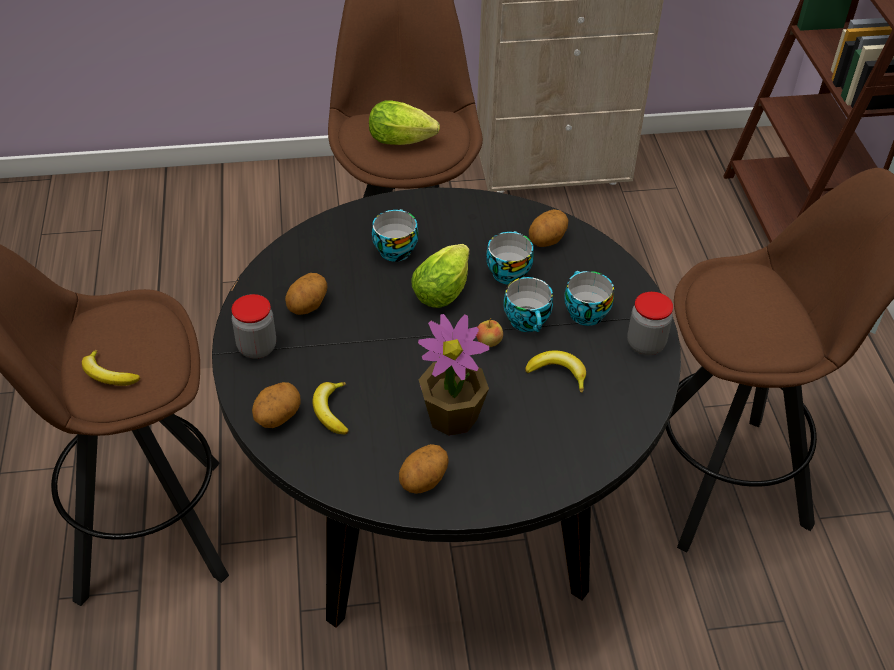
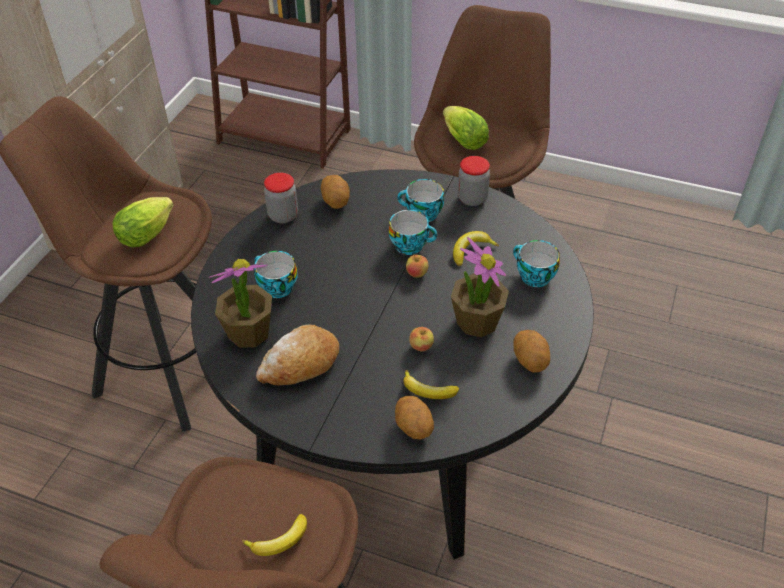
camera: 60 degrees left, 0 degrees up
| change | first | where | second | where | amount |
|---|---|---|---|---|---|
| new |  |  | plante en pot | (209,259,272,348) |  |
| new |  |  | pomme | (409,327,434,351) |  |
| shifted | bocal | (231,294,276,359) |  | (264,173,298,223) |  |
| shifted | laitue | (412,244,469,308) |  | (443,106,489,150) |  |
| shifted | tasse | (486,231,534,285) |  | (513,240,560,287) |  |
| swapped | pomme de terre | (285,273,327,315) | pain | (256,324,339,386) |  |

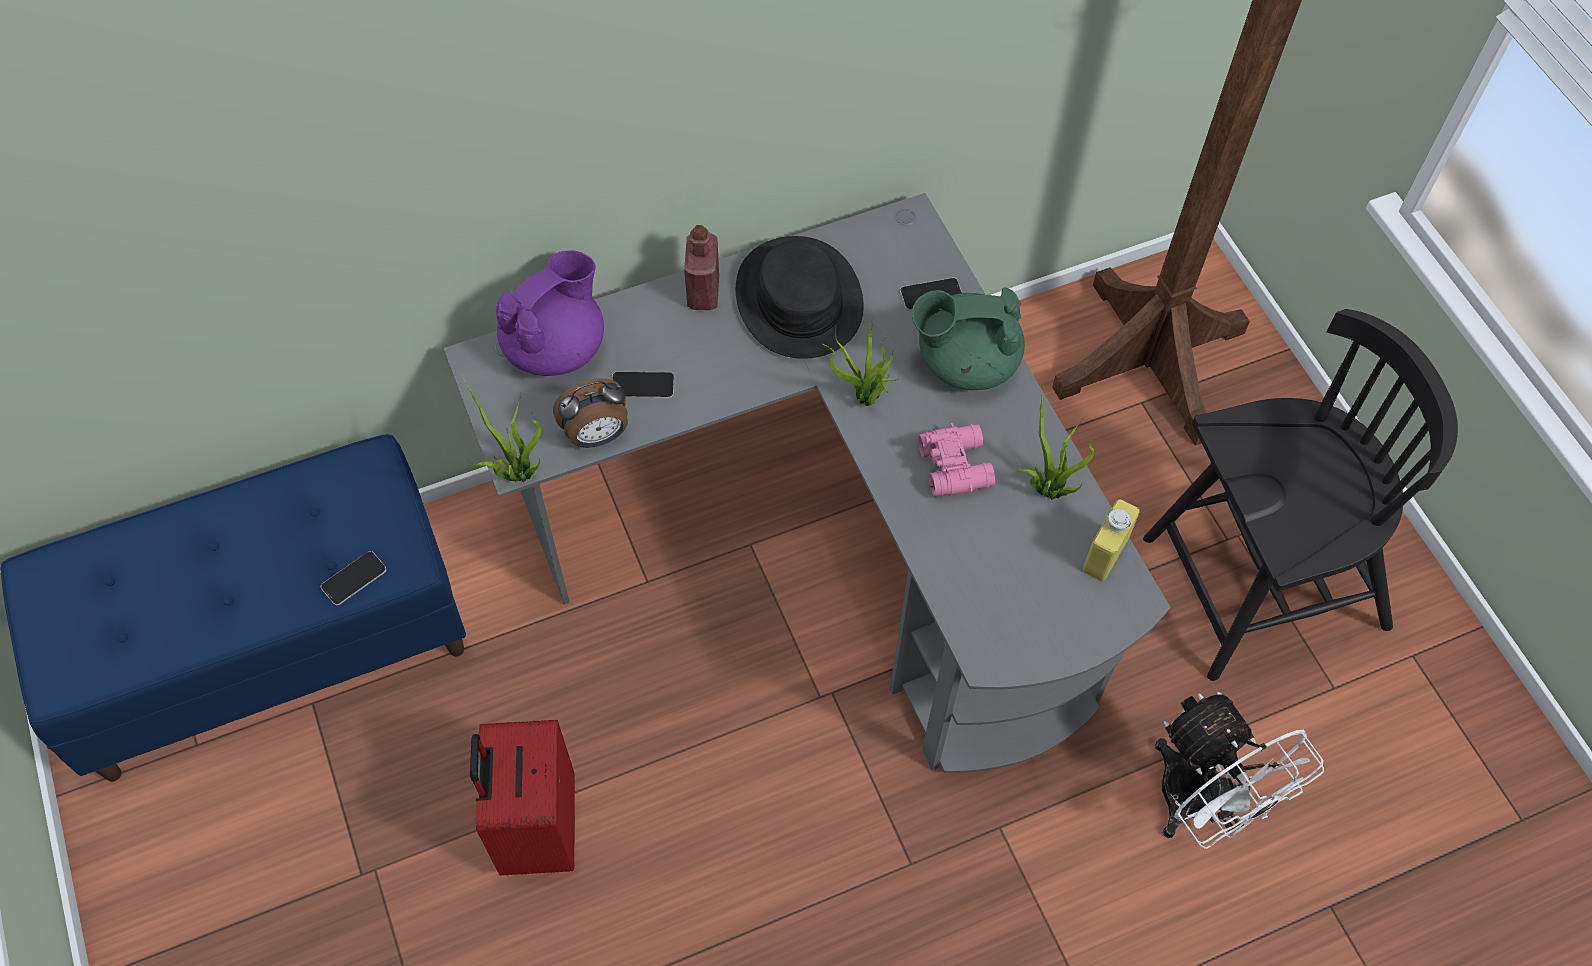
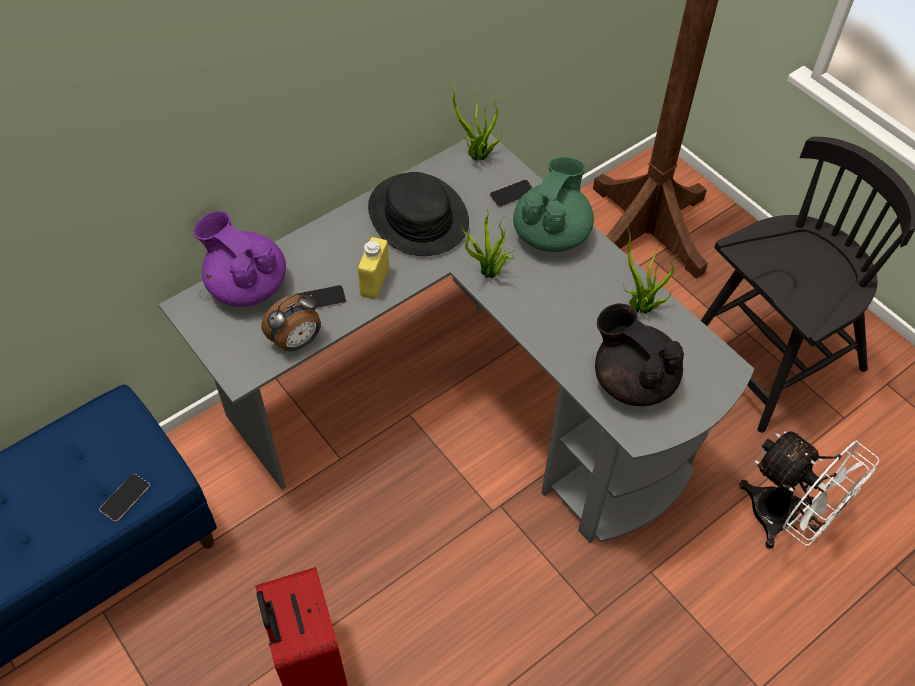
camera: 15 degrees left, 5 degrees down
| change | first | where | second | where | amount |
|---|---|---|---|---|---|
| gone | bouteille (rouge) | (684,225,719,310) |  |  |  |
| gone | jumelles (rose) | (918,423,995,497) |  |  |  |
| new |  |  | théière (noir) | (595,303,684,406) |  |
| shifted | plante en pot | (461,374,542,482) |  | (448,81,502,161) |  |
| shifted | bouteille (jaune) | (1083,499,1139,581) |  | (358,237,389,299) |  |
| rotated | théière (violet) | (495,250,604,376) |  | (193,211,286,307) | 75 degrees counterclockwise |
| rotated | théière (vert) | (912,287,1025,390) |  | (513,157,594,252) | 135 degrees clockwise |

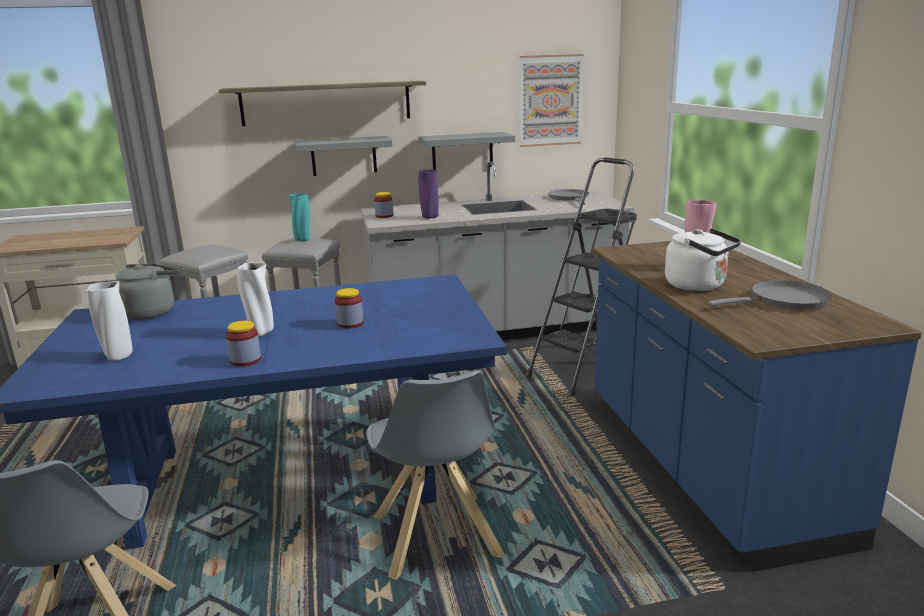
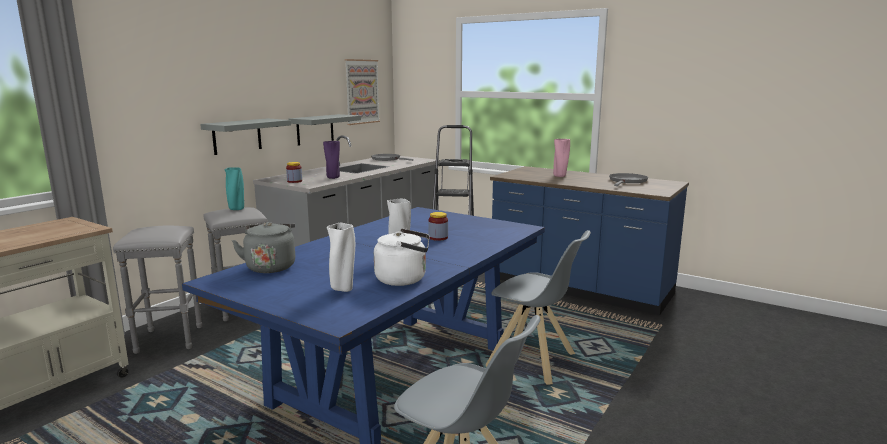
camera: 45 degrees left, 5 degrees down
| change | first | where | second | where | amount |
|---|---|---|---|---|---|
| gone | étagère | (219,81,426,126) |  |  |  |
| gone | bocal | (226,321,261,367) |  |  |  |
| shifted | bouilloire (blanc) | (665,228,741,291) |  | (374,229,430,286) |  |

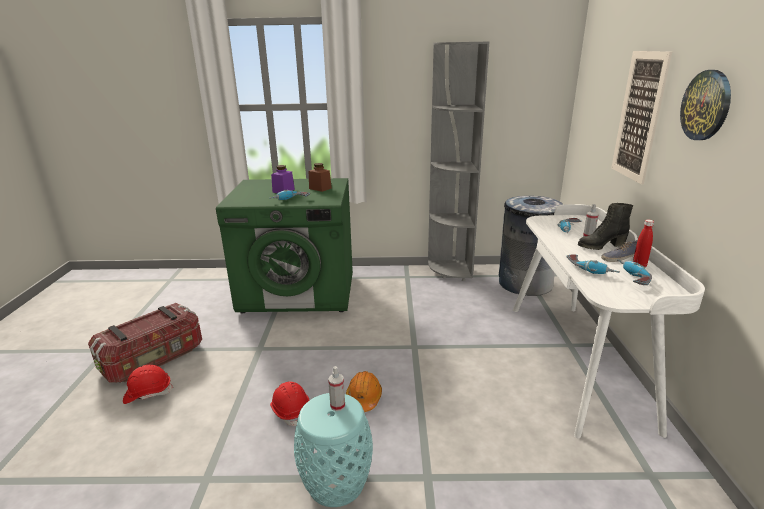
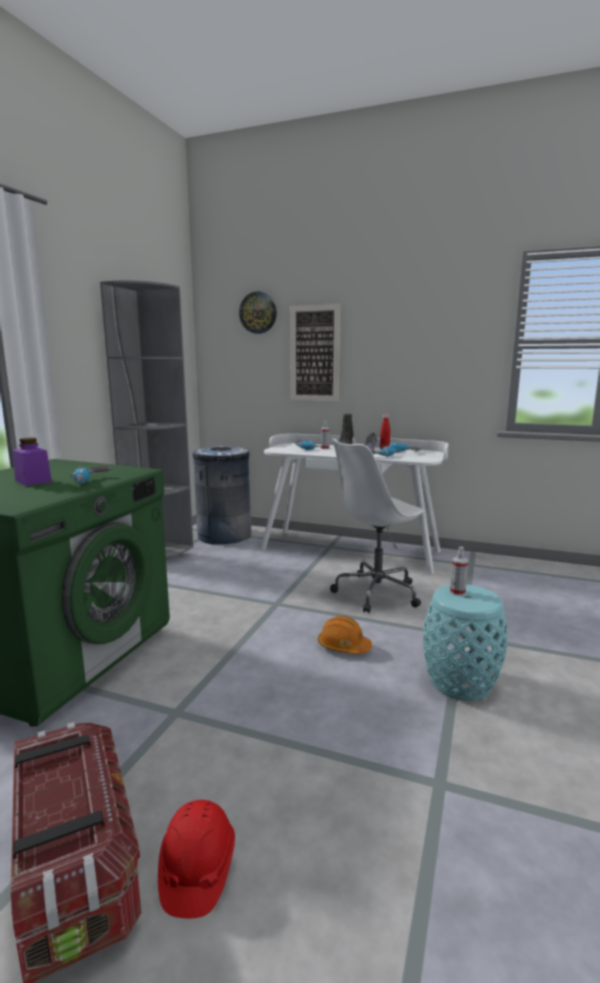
camera: 70 degrees left, 10 degrees down
| change | first | where | second | where | amount |
|---|---|---|---|---|---|
| gone | casque de chantier (rouge) | (270,381,309,426) |  |  |  |
| gone | bocal (marron) | (309,163,332,192) |  |  |  |
| new |  |  | chaise de bureau (blanc) | (330,438,426,613) |  |
| shifted | horloge murale | (680,70,731,140) |  | (239,291,277,334) |  |

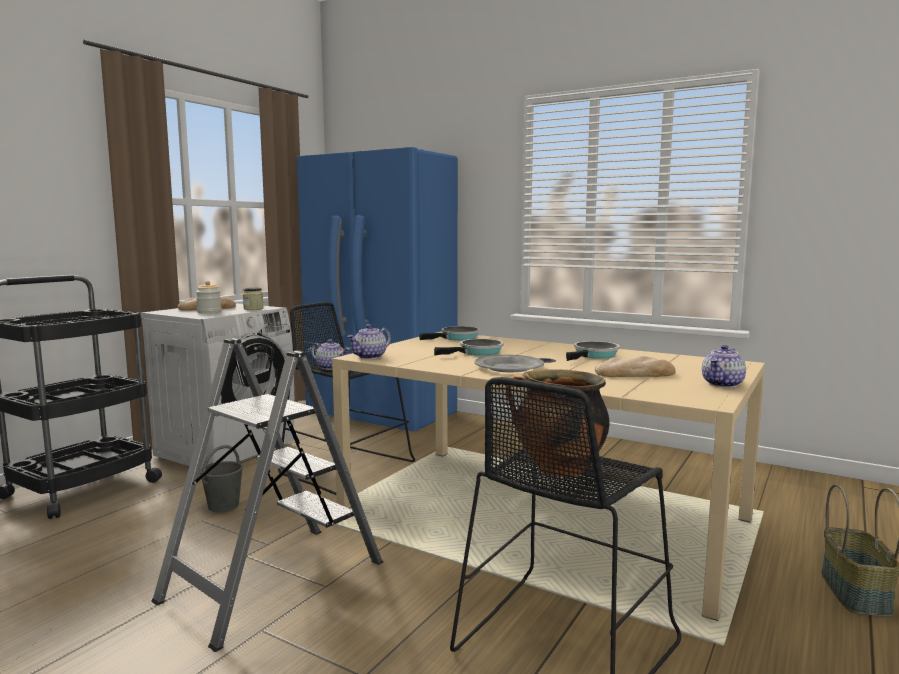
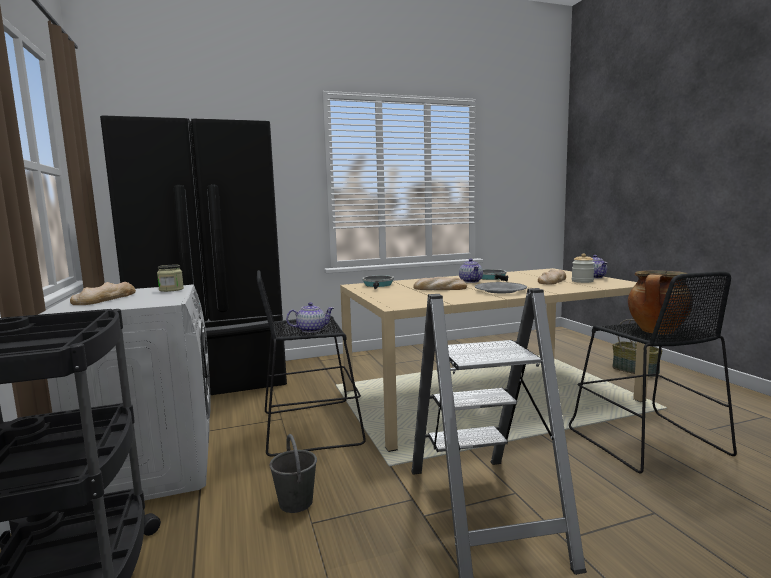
camera: 50 degrees left, 0 degrees up
| change | first | where | second | where | amount |
|---|---|---|---|---|---|
| shifted | bocal | (196,281,222,314) |  | (572,253,595,283) |  |
| shifted | théière | (347,324,391,359) |  | (459,259,483,283) |  |
| swapped | poêle | (434,339,503,356) | pain | (413,277,467,290) |  |
| repainted | réfrigérateur (bleu) | (297,147,458,432) | réfrigérateur (noir) | (100,116,287,395) |  |

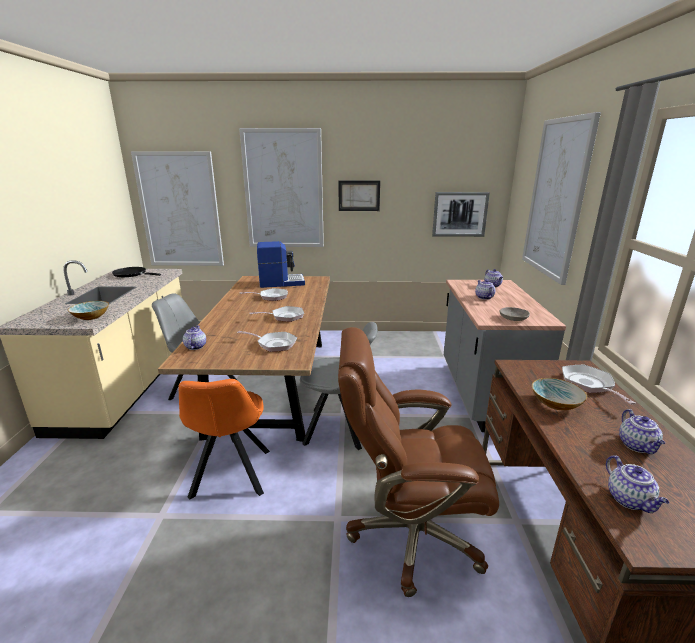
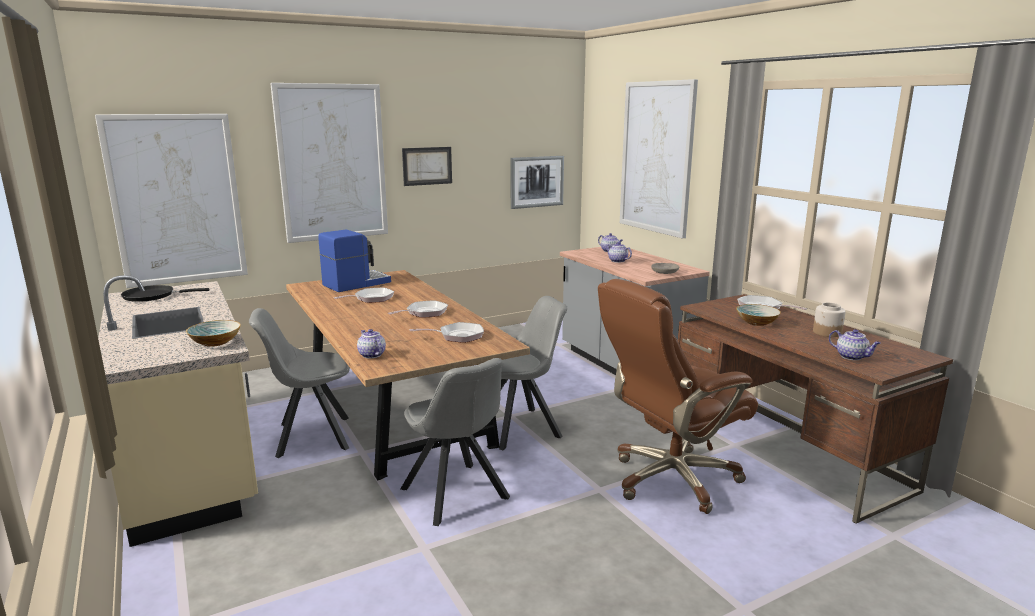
camera: 30 degrees left, 5 degrees down
| change | first | where | second | where | amount |
|---|---|---|---|---|---|
| swapped | théière | (619,409,665,454) | bocal | (813,303,846,337) |  |
| repainted | chaise (orange) | (178,379,270,500) | chaise (gris) | (400,358,510,526) |  |

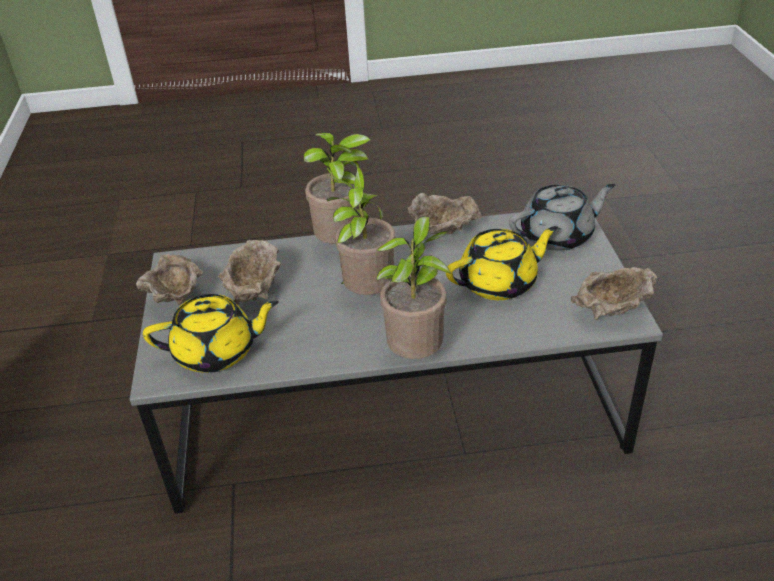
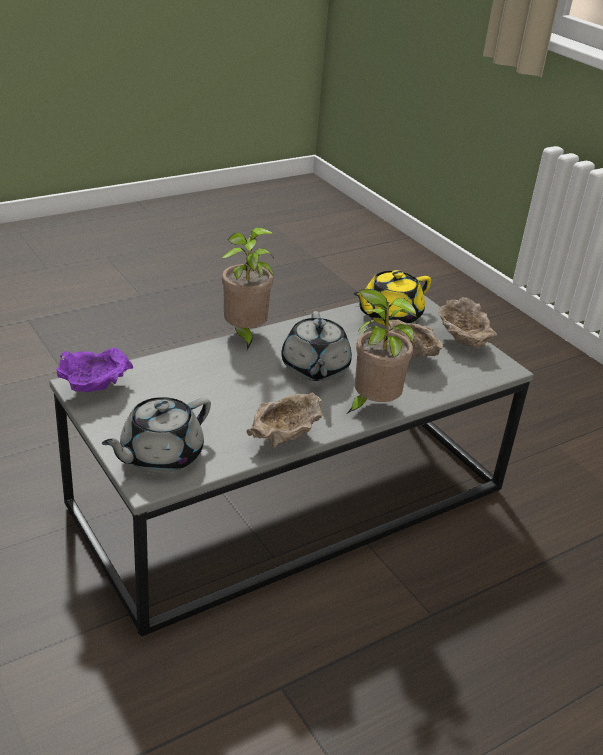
camera: 150 degrees right, 5 degrees down
| change | first | where | second | where | amount |
|---|---|---|---|---|---|
| gone | théière (jaune) | (446,226,558,300) |  |  |  |
| swapped | plante en pot | (326,166,395,295) | théière (gris) | (281,311,352,381) |  |
| repainted | bol (beige) | (571,267,657,320) | bol (violet) | (56,348,133,392) |  |

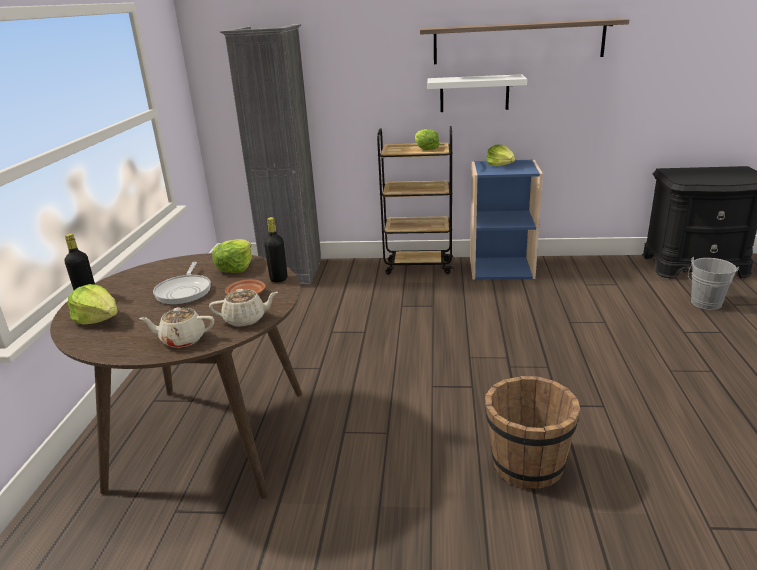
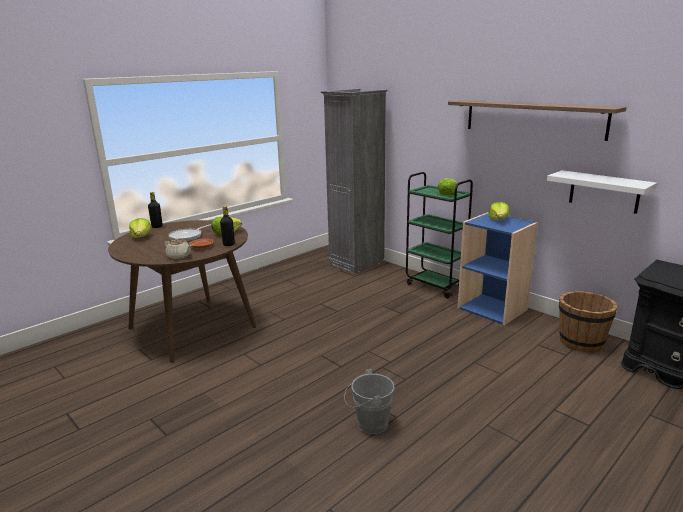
camera: 40 degrees right, 5 degrees down
| change | first | where | second | where | amount |
|---|---|---|---|---|---|
| gone | théière (beige) | (139,307,214,348) |  |  |  |
| shifted | étagère (blanc) | (427,74,527,112) |  | (547,170,657,214) |  |
| shifted | seau (marron) | (485,376,581,489) |  | (559,291,617,352) |  |
| shifted | seau (gris) | (688,257,739,310) |  | (344,369,394,434) |  |
| repainted | chariot (marron) | (377,126,454,275) | chariot (vert) | (406,172,473,299) |  |

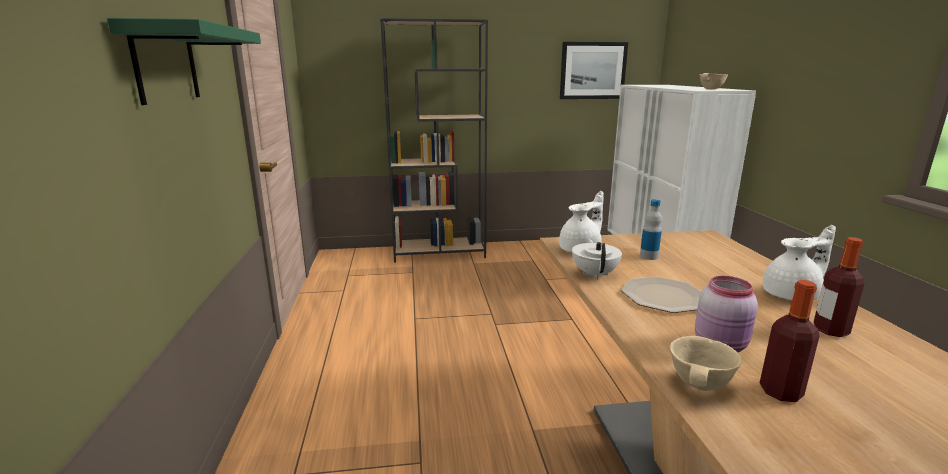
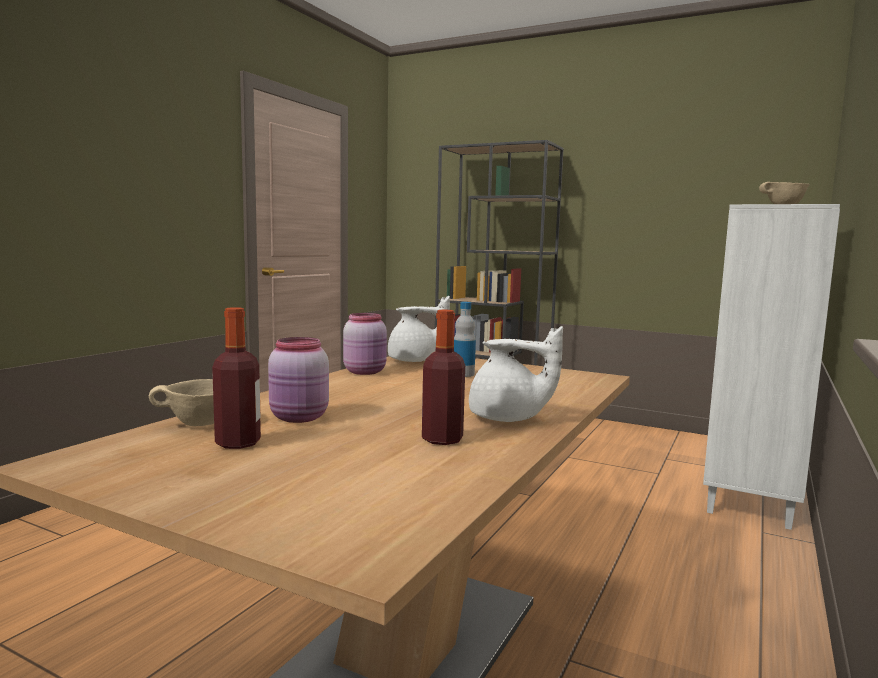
camera: 35 degrees right, 10 degrees down
| change | first | where | second | where | amount |
|---|---|---|---|---|---|
| gone | étagère (vert) | (107,18,261,105) |  |  |  |
| gone | tableau | (560,42,628,99) |  |  |  |
| gone | assiette | (621,276,701,313) |  |  |  |
| swapped | théière (blanc) | (572,239,622,279) | bocal (rose) | (343,313,387,375) |  |

